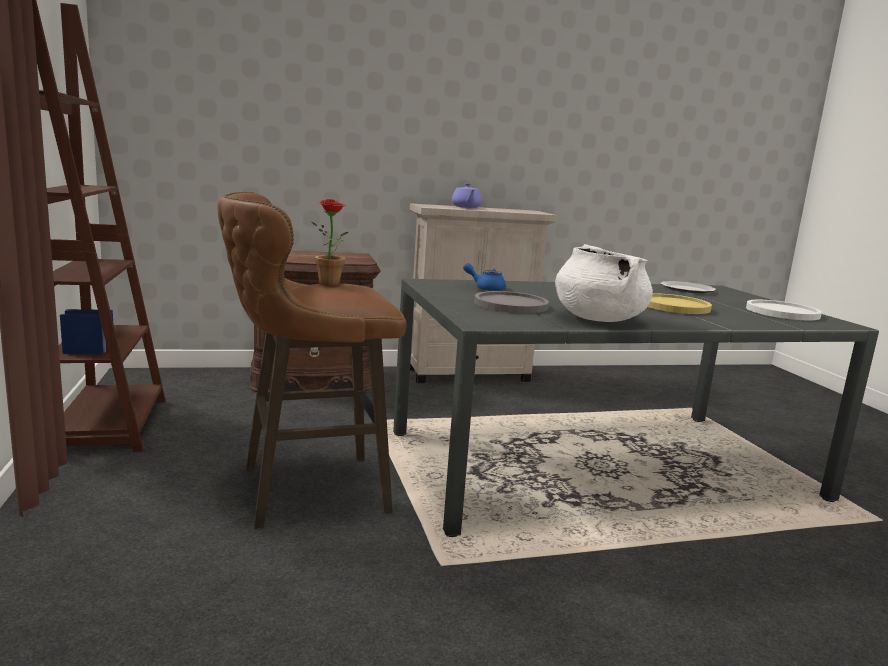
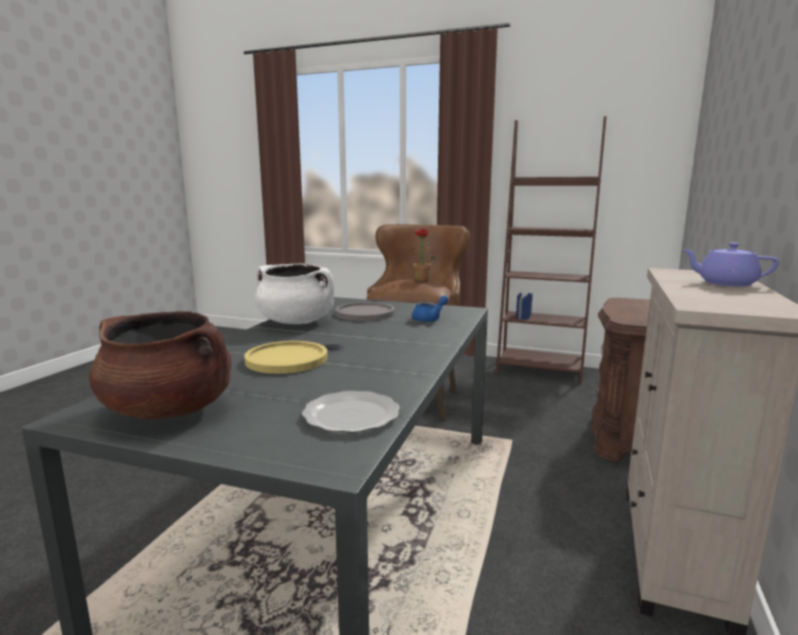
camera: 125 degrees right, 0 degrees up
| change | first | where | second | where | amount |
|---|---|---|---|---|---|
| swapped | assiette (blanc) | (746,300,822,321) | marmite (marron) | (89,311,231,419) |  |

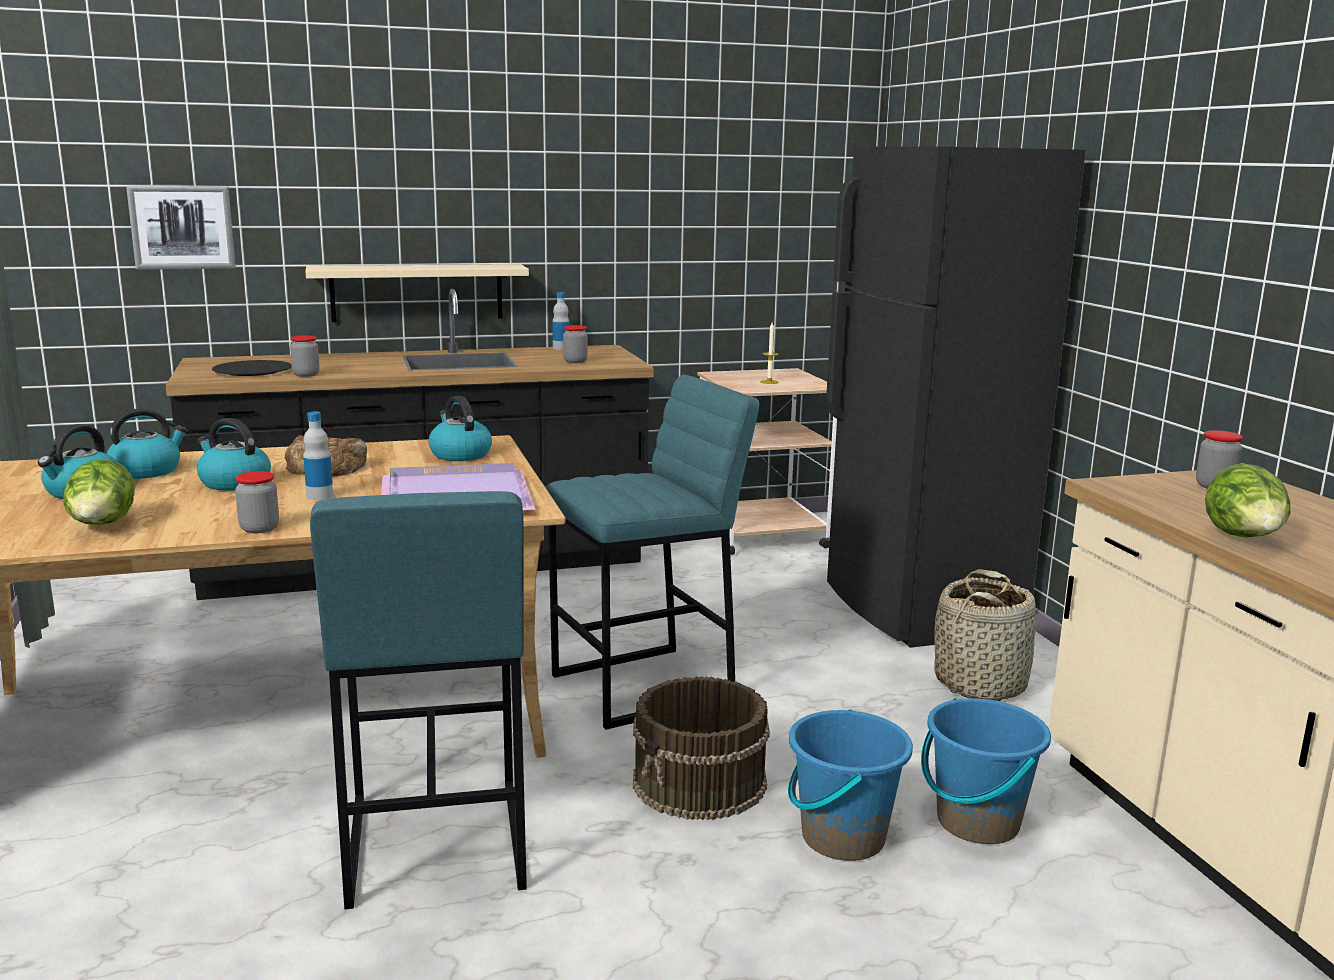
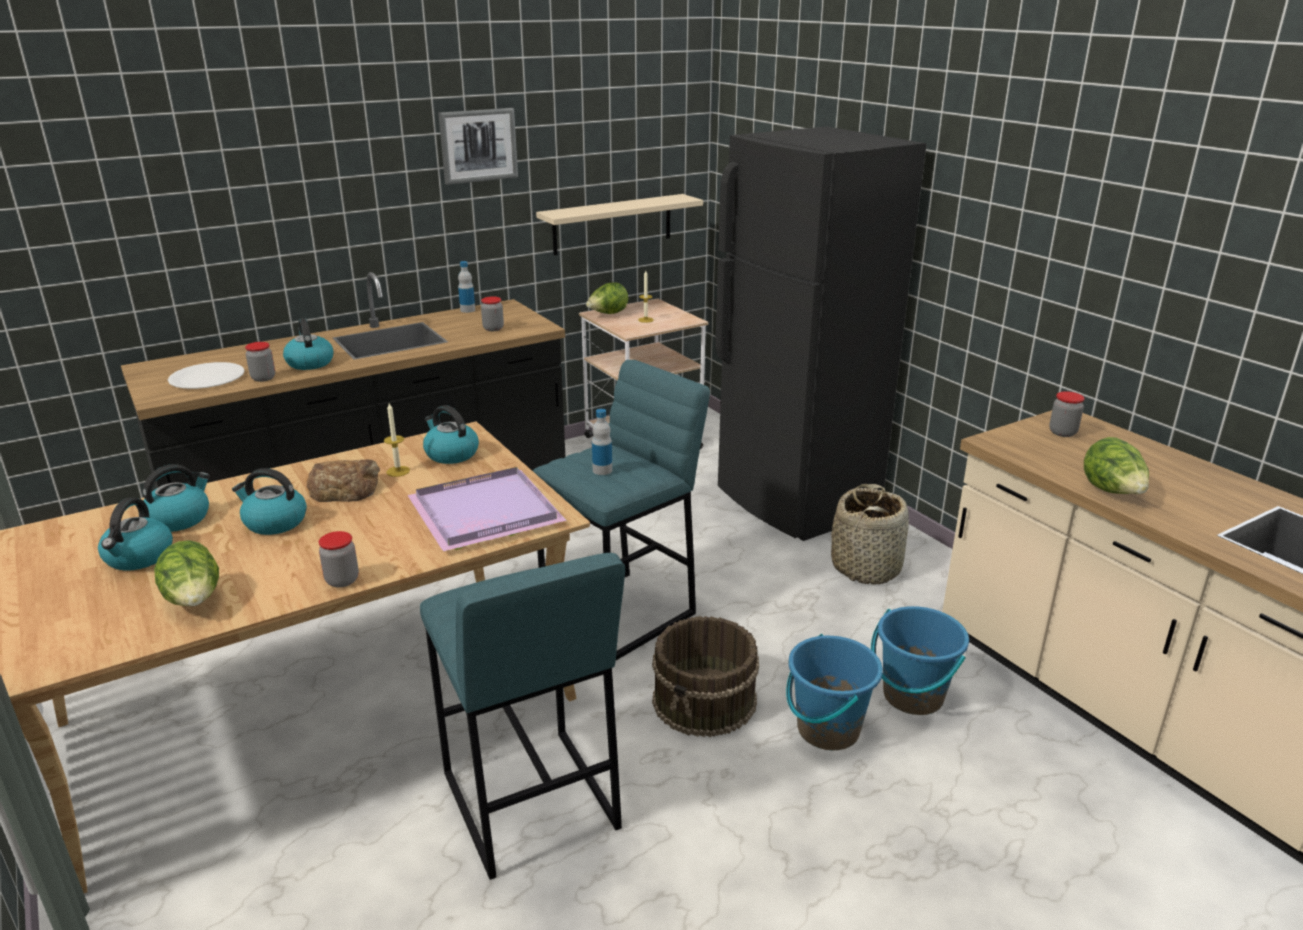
camera: 15 degrees left, 10 degrees up
| change | first | where | second | where | amount |
|---|---|---|---|---|---|
| new |  |  | bouilloire | (283,319,333,370) |  |
| new |  |  | bougie | (384,403,410,477) |  |
| new |  |  | laitue | (586,282,628,314) |  |
| shifted | tableau | (126,185,236,270) |  | (438,108,518,185) |  |
| shifted | bouteille | (303,412,333,500) |  | (592,409,612,475) |  |
| shifted | étagère (beige) | (306,264,529,322) |  | (536,194,703,255) |  |
| repainted | assiette (noir) | (212,360,292,376) | assiette (blanc) | (168,362,245,389) |  |

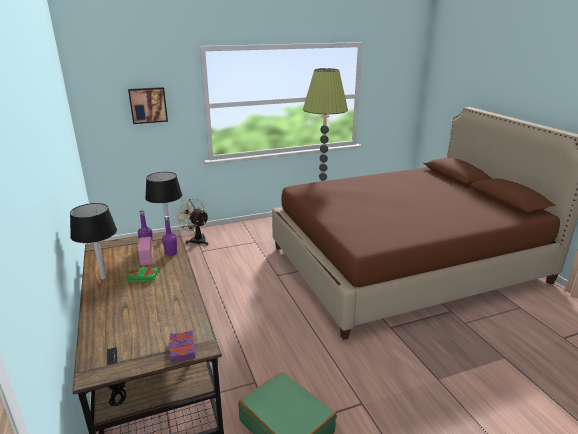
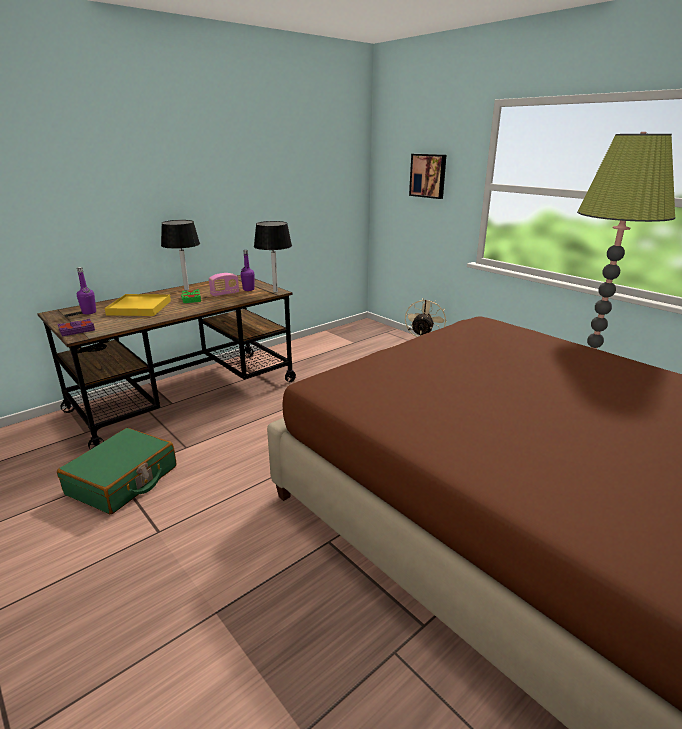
camera: 70 degrees right, 0 degrees up
| change | first | where | second | where | amount |
|---|---|---|---|---|---|
| new |  |  | plateau (jaune) | (105,294,171,316) |  |
| shifted | bouteille (violet) | (162,216,177,256) |  | (77,267,96,314) |  |

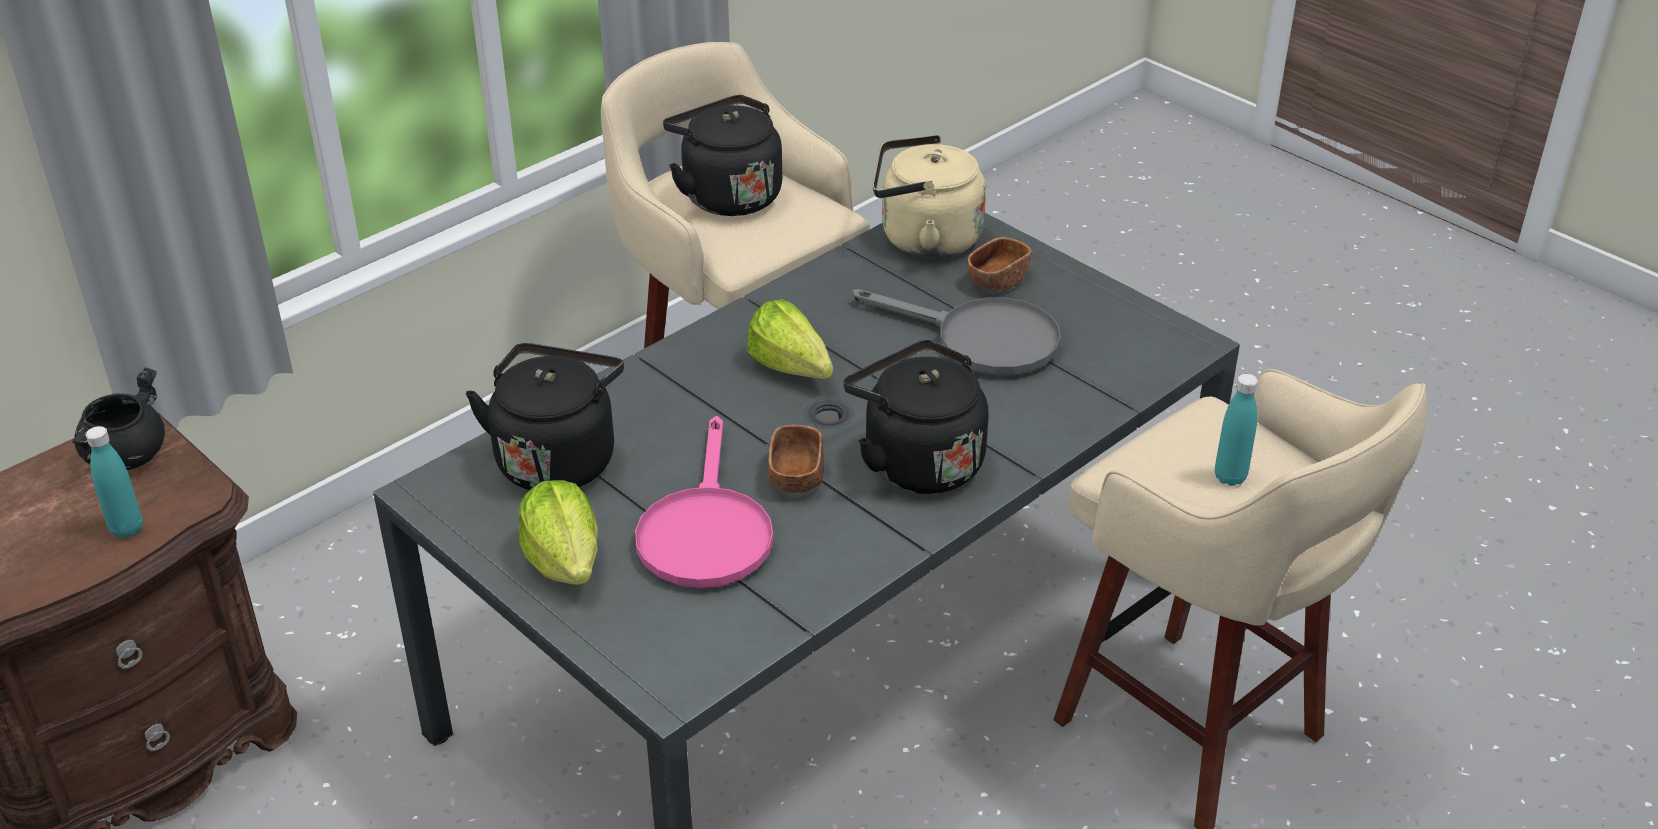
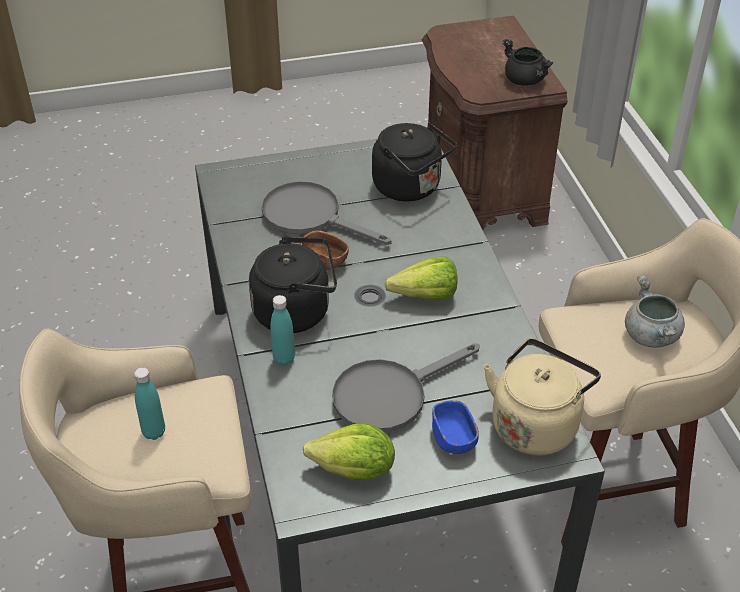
camera: 120 degrees right, 5 degrees up
| change | first | where | second | where | amount |
|---|---|---|---|---|---|
| shifted | bouteille (turquoise) | (86,426,143,538) |  | (270,295,295,366) |  |
| shifted | laitue | (518,480,598,585) |  | (303,424,395,480) |  |
| swapped | bouilloire (noir) | (663,95,782,216) | marmite (gris) | (625,276,685,348) |  |
| repainted | poêle (rose) | (635,416,773,588) | poêle (gris) | (262,181,391,245) |  |
| repainted | bol (marron) | (967,237,1032,291) | bol (bleu) | (432,400,479,454) |  |

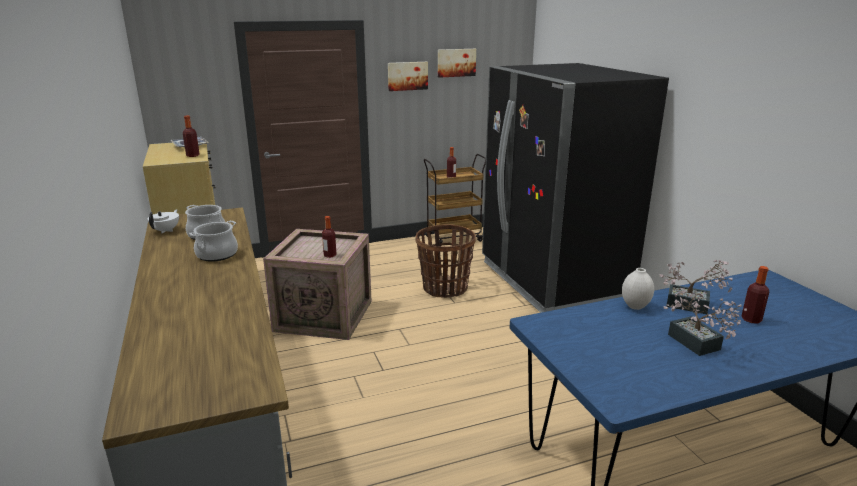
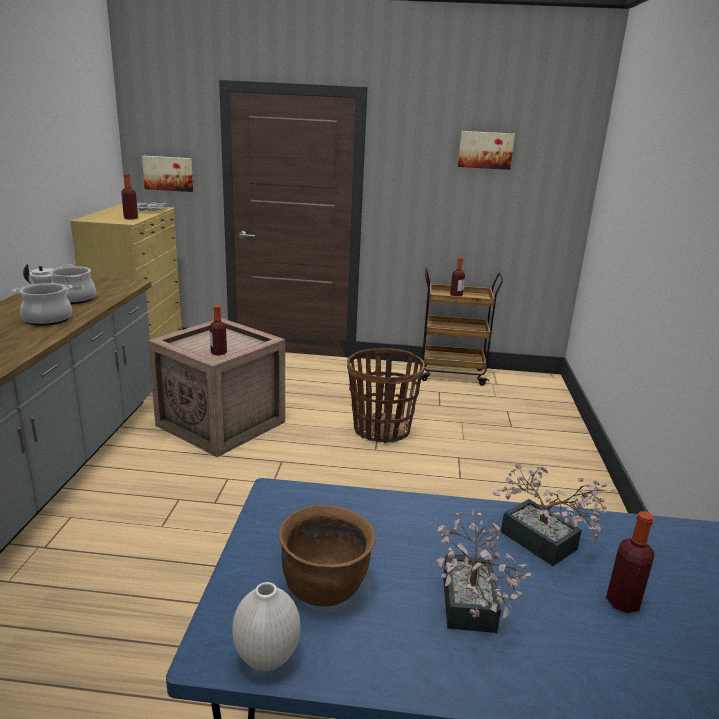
camera: 25 degrees right, 0 degrees up
| change | first | where | second | where | amount |
|---|---|---|---|---|---|
| gone | réfrigérateur (noir) | (482,63,669,313) |  |  |  |
| new |  |  | marmite (marron) | (278,505,375,606) |  |
| shifted | tableau | (388,62,428,91) |  | (142,156,193,192) |  |
| shifted | vase (blanc) | (622,268,654,310) |  | (232,582,300,671) |  |

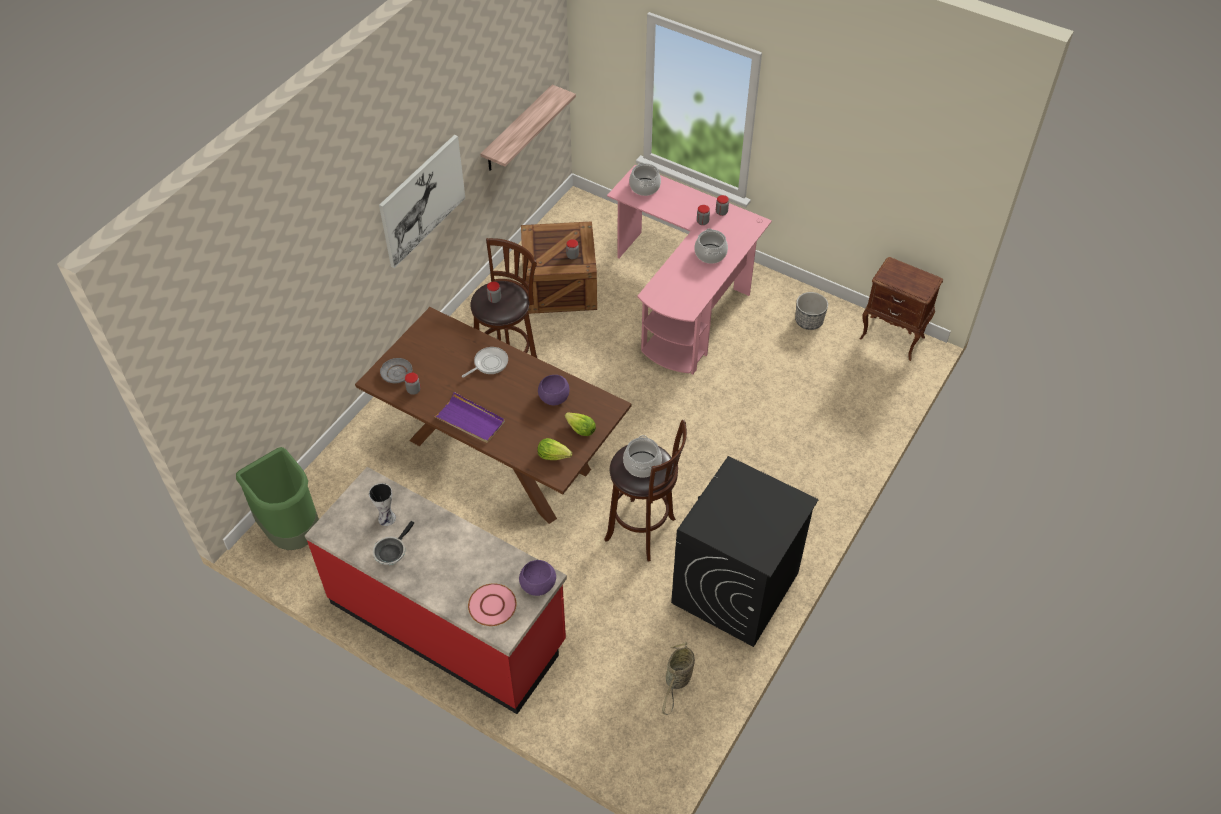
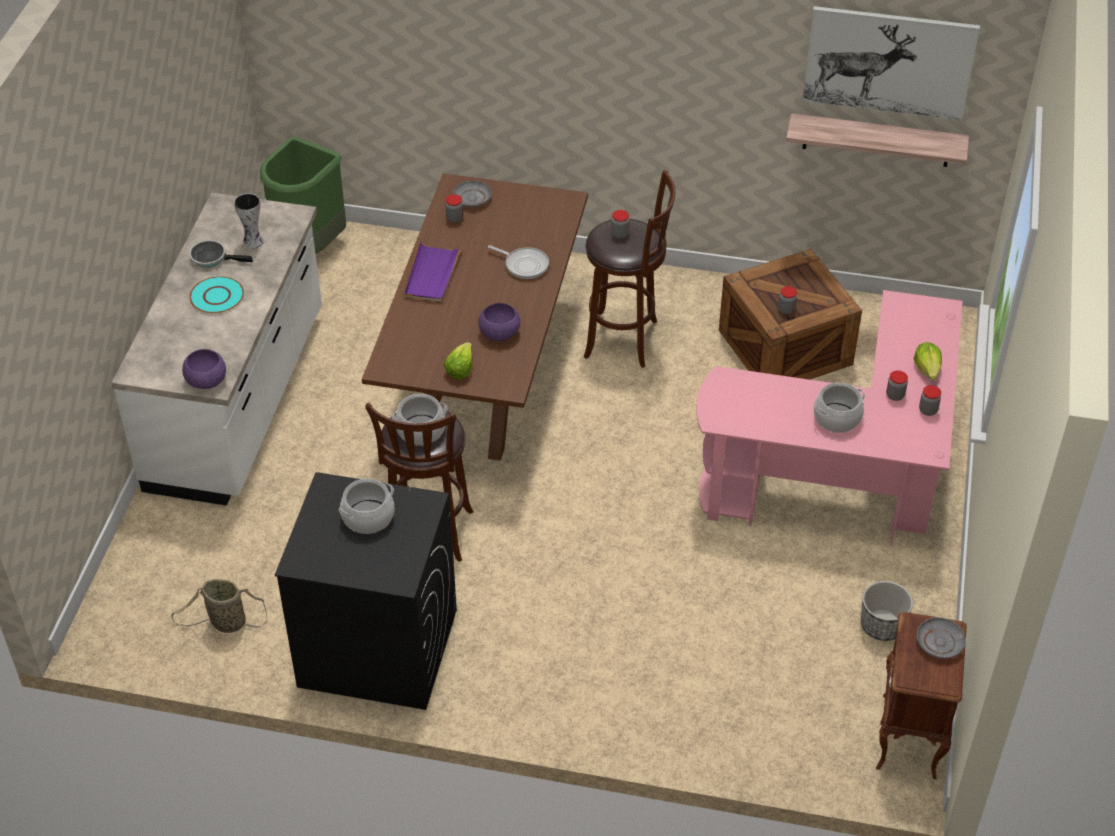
camera: 70 degrees right, 5 degrees down
| change | first | where | second | where | amount |
|---|---|---|---|---|---|
| gone | assiette (rose) | (468,583,516,626) |  |  |  |
| new |  |  | assiette (turquoise) | (189,276,244,313) |  |
| new |  |  | assiette (gris) | (917,617,966,659) |  |
| shifted | tableau | (379,135,465,268) |  | (802,6,980,120) |  |
| shifted | laitue | (537,438,572,460) |  | (914,342,942,380) |  |
| shifted | marmite | (629,163,661,196) |  | (339,478,395,534) |  |
| repainted | comptoir de cuisine (rouge) | (305,467,567,714) | comptoir de cuisine (blanc) | (112,193,322,506) |  |

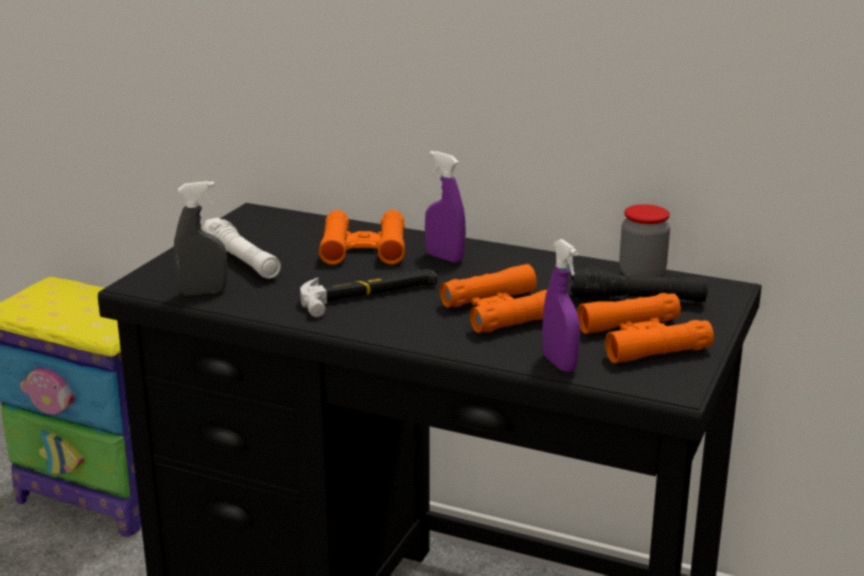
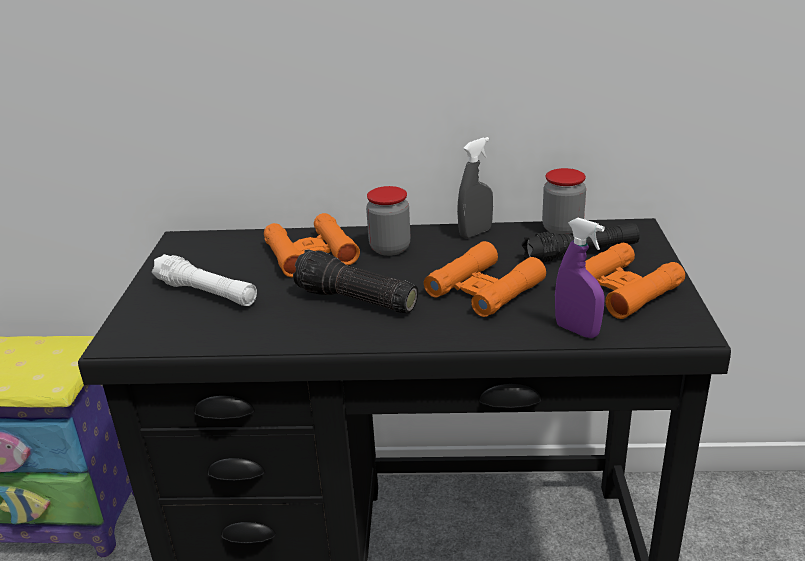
camera: 20 degrees left, 5 degrees up
| change | first | where | second | where | amount |
|---|---|---|---|---|---|
| shifted | vaporisateur (gris) | (174,181,227,296) |  | (457,137,493,238) |  |
| swapped | marteau | (300,269,438,317) | lampe de poche | (293,249,418,314) |  |
| swapped | vaporisateur (violet) | (425,151,466,263) | bocal | (366,186,410,256) |  |

